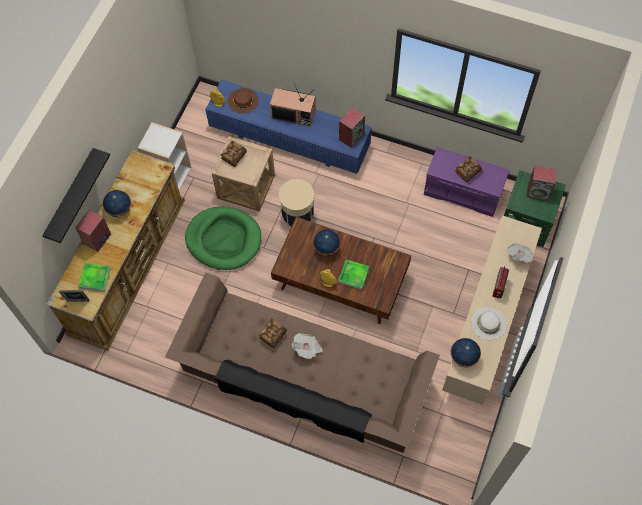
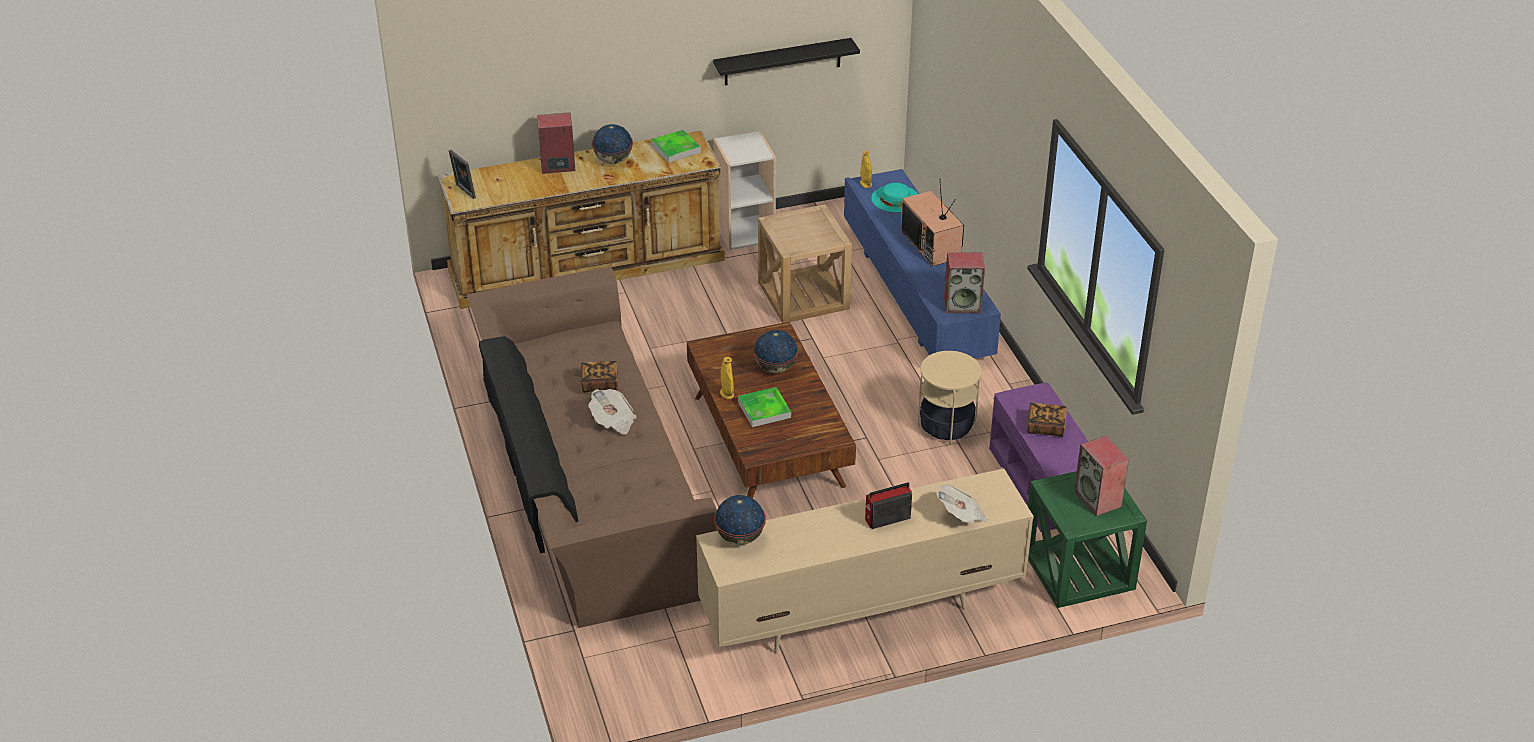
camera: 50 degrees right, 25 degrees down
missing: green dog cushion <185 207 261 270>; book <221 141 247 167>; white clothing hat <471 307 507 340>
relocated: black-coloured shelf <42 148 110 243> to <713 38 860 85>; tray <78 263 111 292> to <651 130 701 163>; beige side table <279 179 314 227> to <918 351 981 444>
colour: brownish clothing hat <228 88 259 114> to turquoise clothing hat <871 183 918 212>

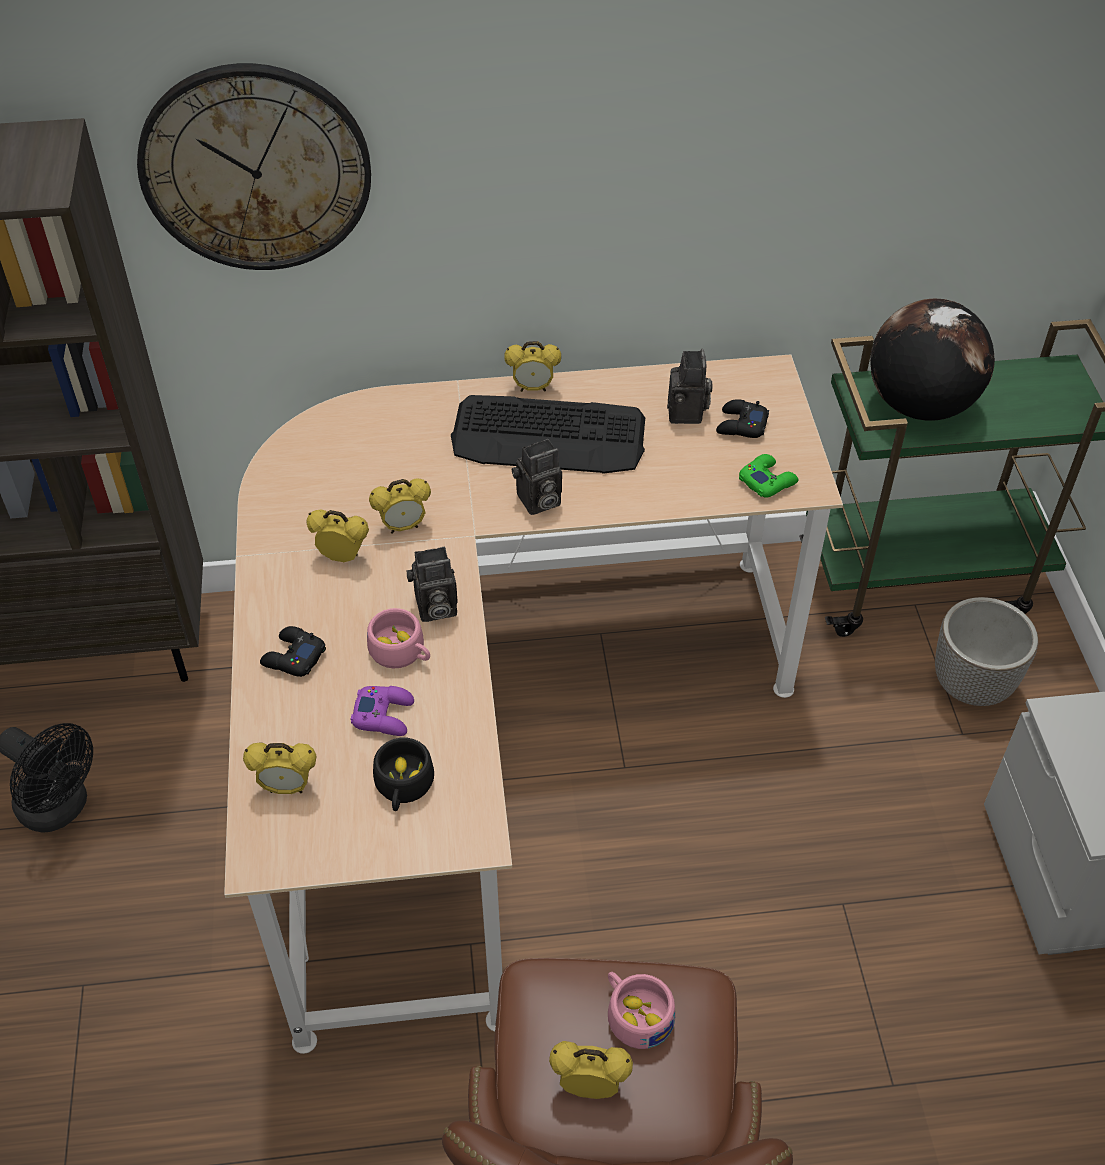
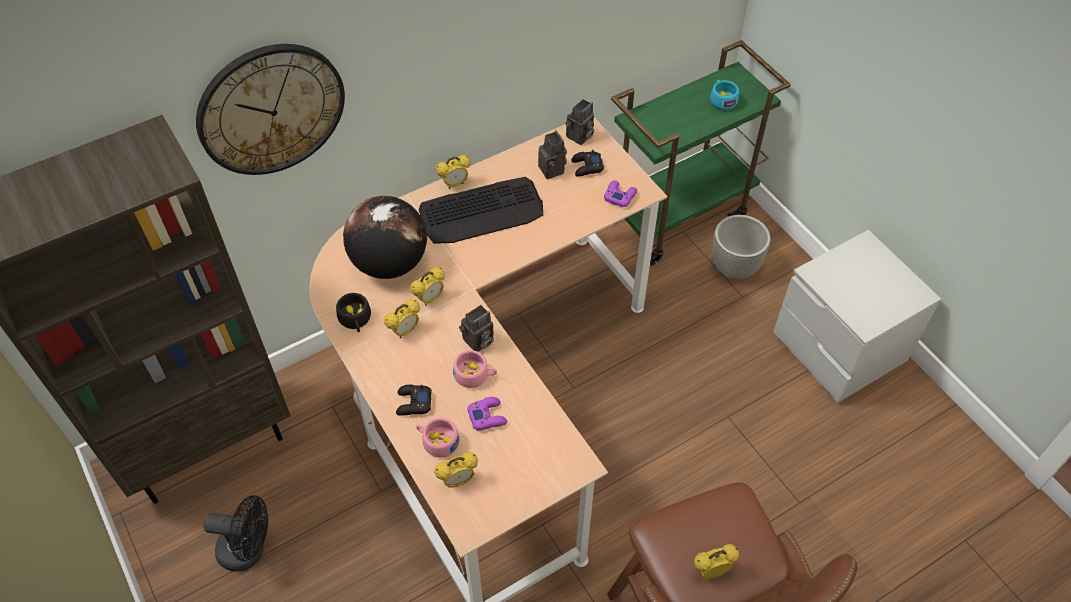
camera: 25 degrees left, 5 degrees up
appeared: turquoise drinking cup <710 80 739 110>
relocated: black-coloured drinking cup <373 738 434 811> to <336 293 371 332>; still camera <512 439 562 515> to <566 99 594 145>; pinkish drinking cup <608 972 676 1049> to <416 418 459 458>; world globe <870 299 995 421> to <343 196 427 279>
colour: green gamepad <739 454 798 498> to purple gamepad <604 180 637 207>
spun: alarm clock <306 510 369 562> = <384 299 420 338> 150 degrees clockwise

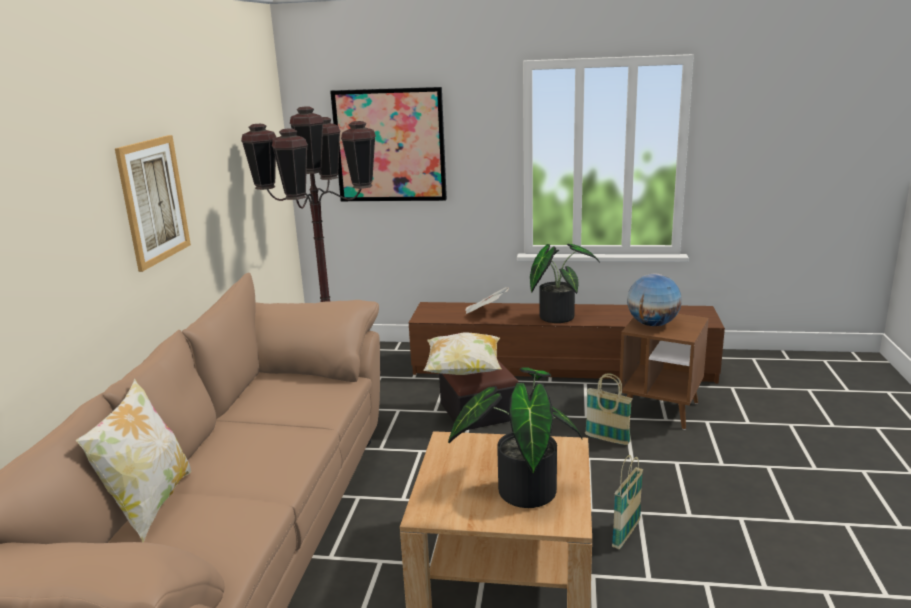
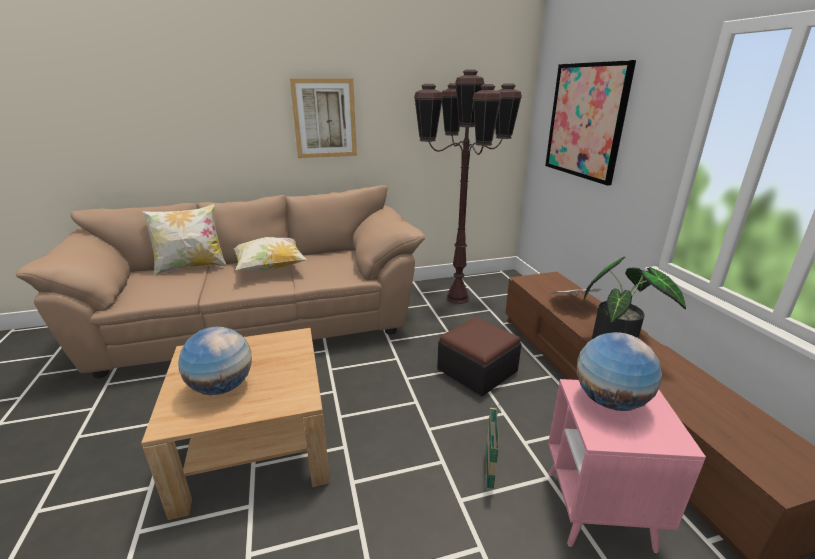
camera: 65 degrees right, 5 degrees up
missing: storage basket <612 455 643 549>
relocated: pillow <423 332 502 375> to <234 237 307 271>
exchanged: houseplant <448 367 582 508> to world globe <178 327 252 395>
colour: brownish side table <619 314 709 430> to pinkish side table <548 379 706 553>

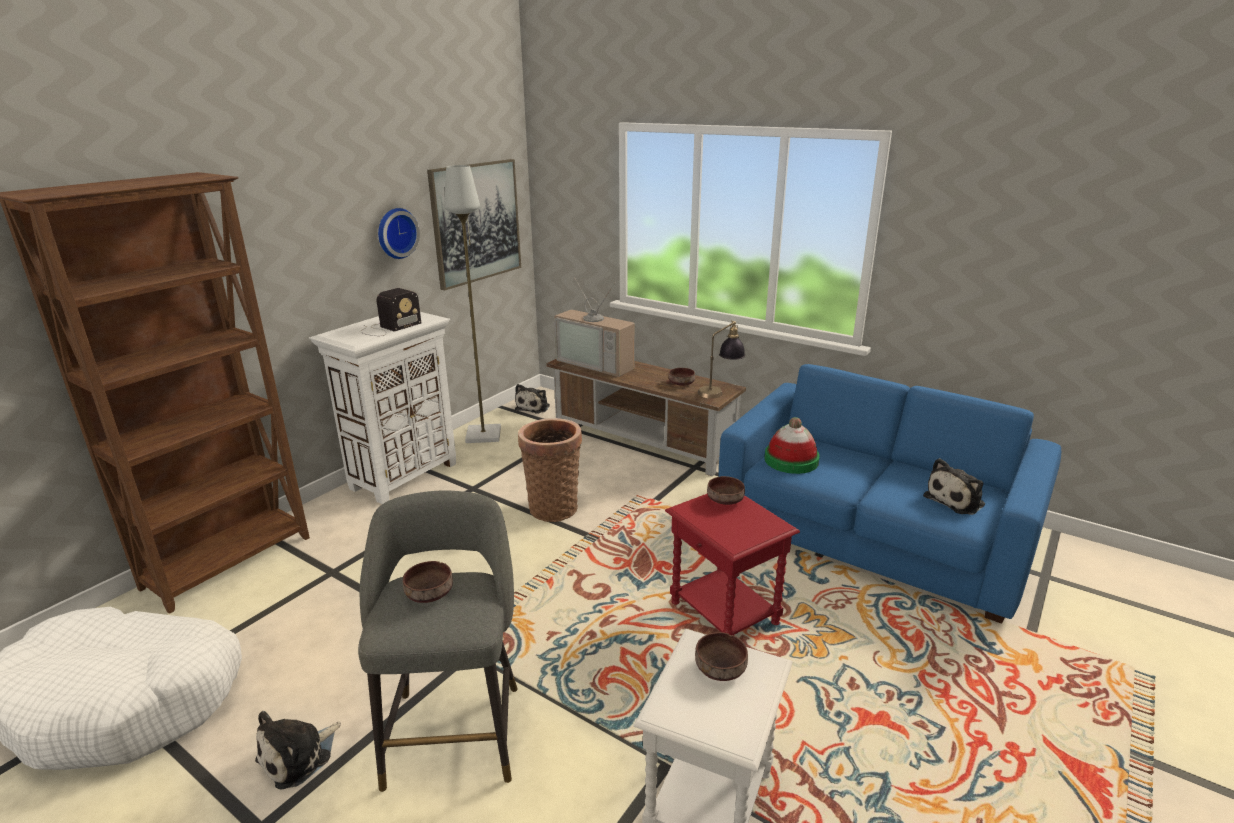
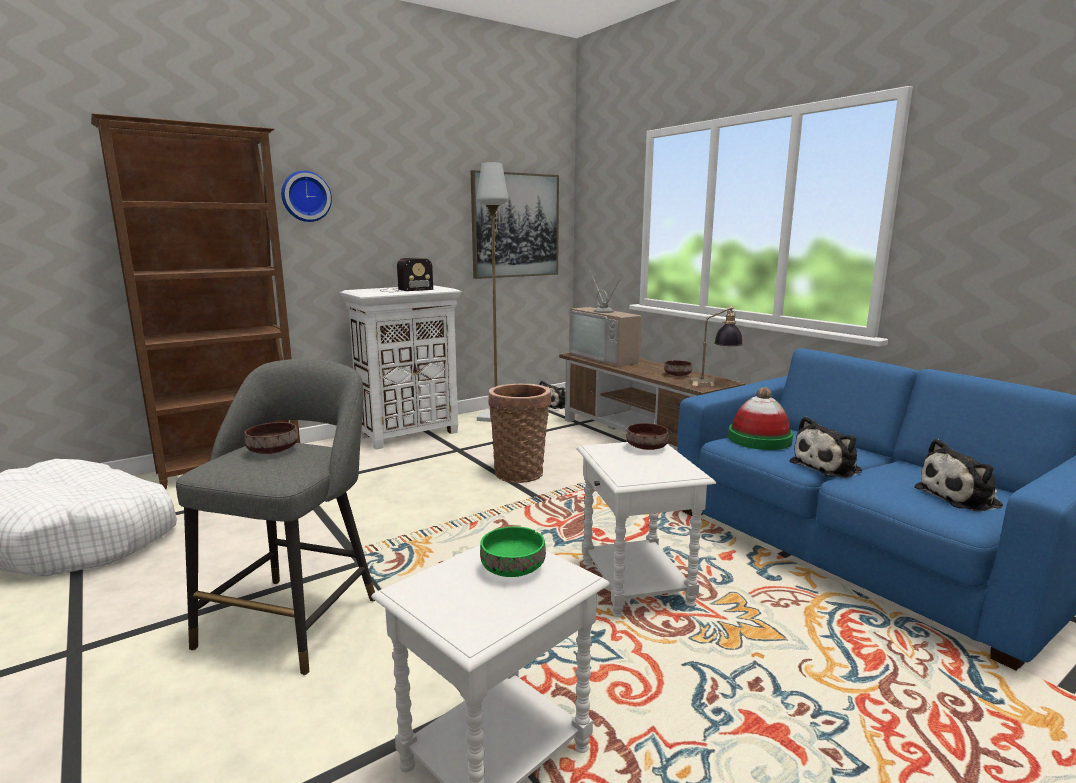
camera: 20 degrees right, 10 degrees down
relocated: plush toy <255 711 341 790> to <790 416 862 478>; hanging clock <378 208 420 259> to <281 171 332 222>
colour: red-coloured side table <665 494 800 636> to white side table <577 442 716 617>; brownish serving bowl <695 632 748 681> to green serving bowl <480 526 546 577>

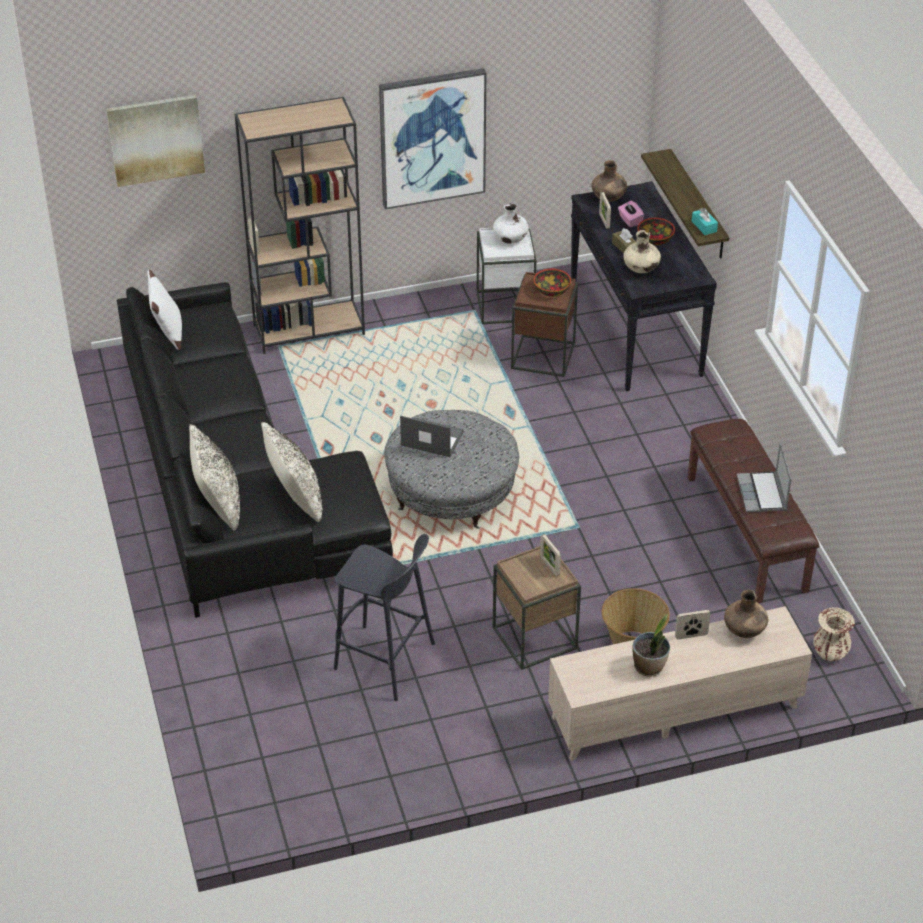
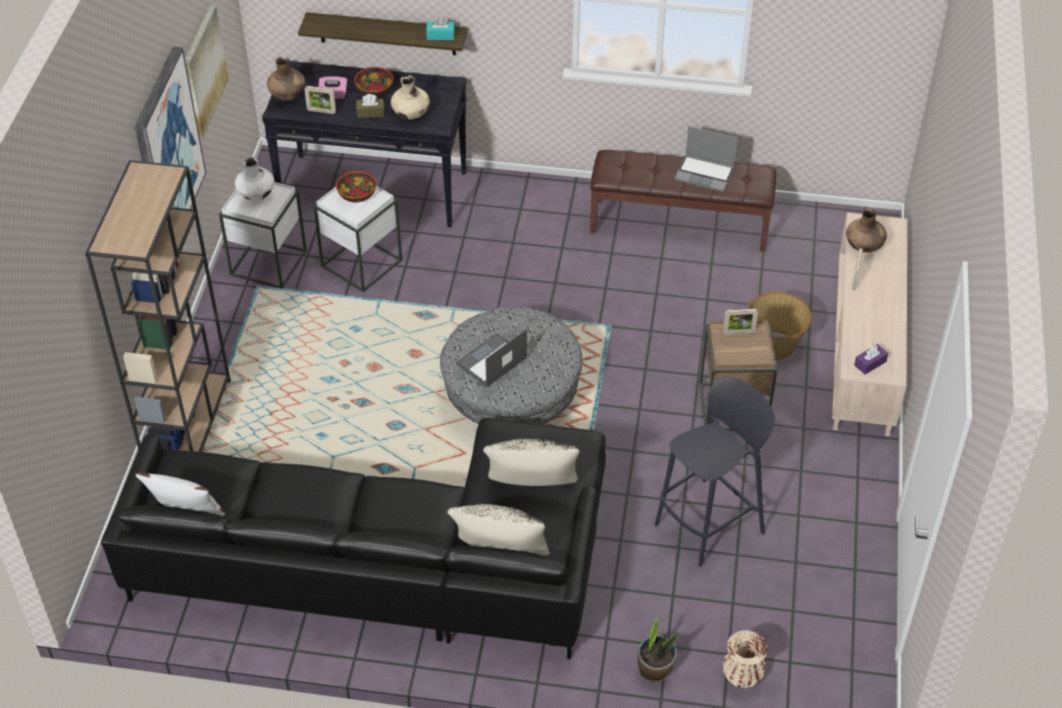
camera: 65 degrees left, 5 degrees up
appeared: purple tissue box <854 344 888 375>
relocated: wall picture <107 95 205 187> to <185 5 228 138>; houseplant <632 614 670 677> to <638 617 679 683>; beige flower vase <813 607 855 662> to <723 630 768 688>
colour: brownish side table <511 272 578 377> to white side table <313 186 402 292>

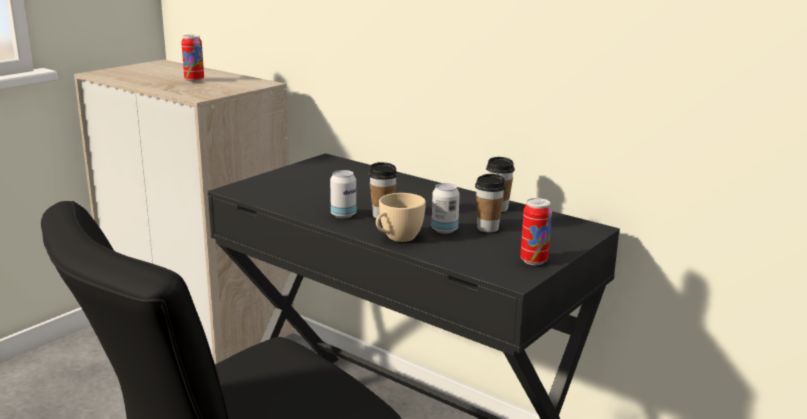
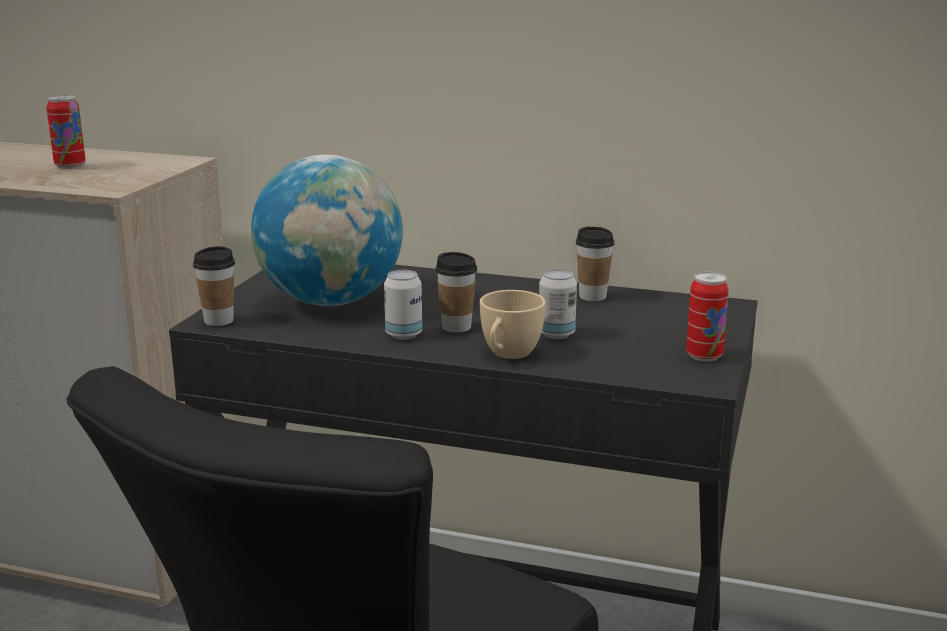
camera: 20 degrees left, 0 degrees up
appeared: world globe <251 155 403 306>
relocated: drinking cup <475 174 506 232> to <193 246 235 326>

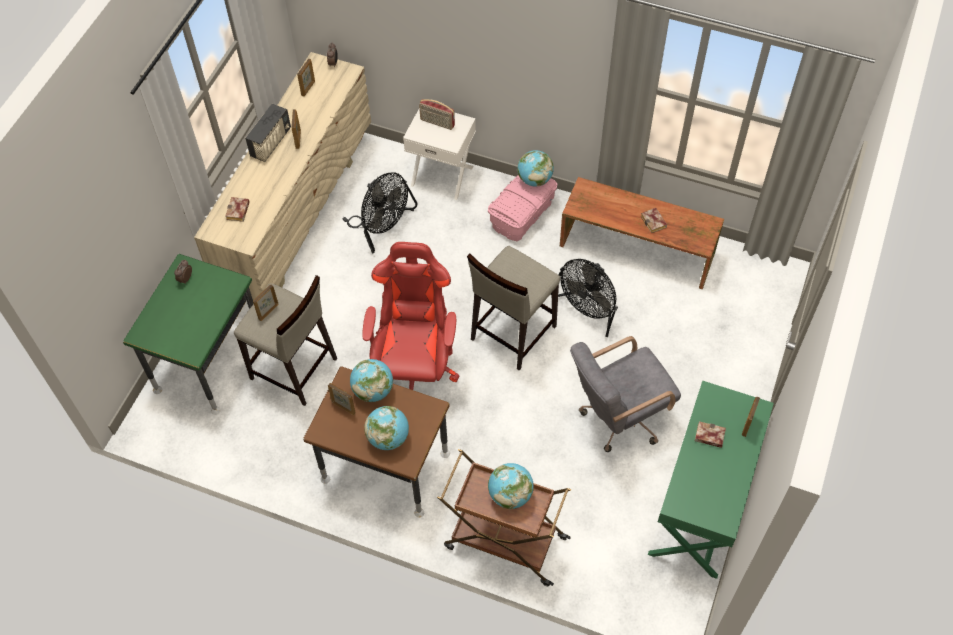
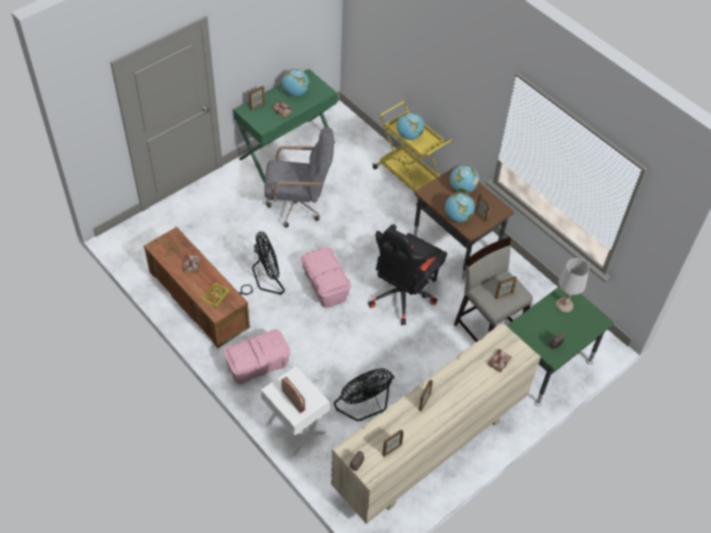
camera: 155 degrees left, 5 degrees down
missing: radio <245 104 291 162>
appeared: book <202 282 231 308>; white table lamp <556 258 589 312>
relocated: world globe <517 150 554 186> to <282 69 309 96>
exchanged: beige stool seat <467 246 560 370> to pinkish storage box <301 247 351 308>
colour: red-coloured desk chair <362 242 459 390> to black-coloured desk chair <368 224 447 325>; brownish wheeled cart <437 449 571 586> to yellowish wheeled cart <372 99 454 205>

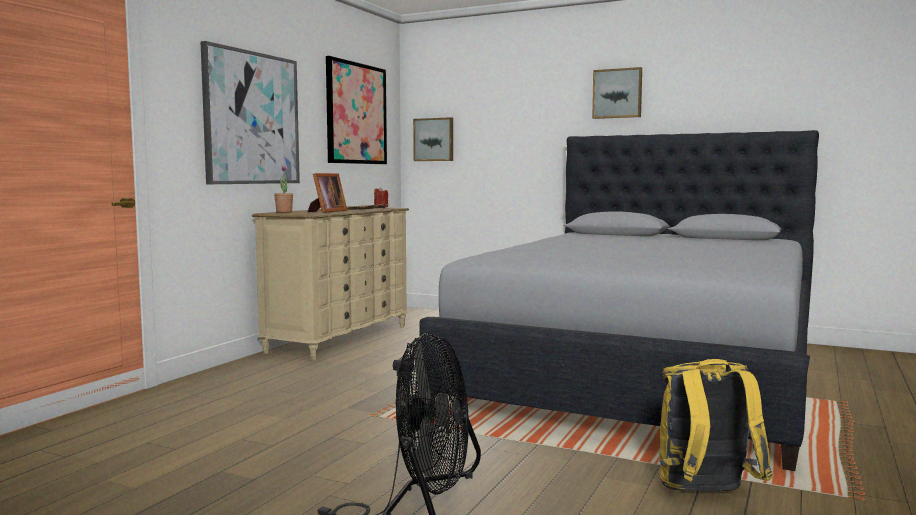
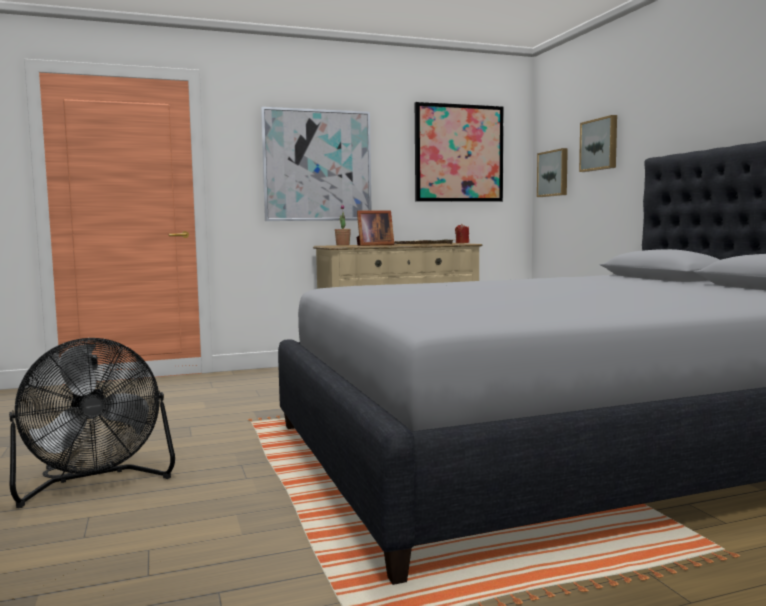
camera: 45 degrees right, 0 degrees up
missing: yellowish rucksack <660 359 773 492>
relocated: wall picture <592 67 642 119> to <579 115 617 172>

